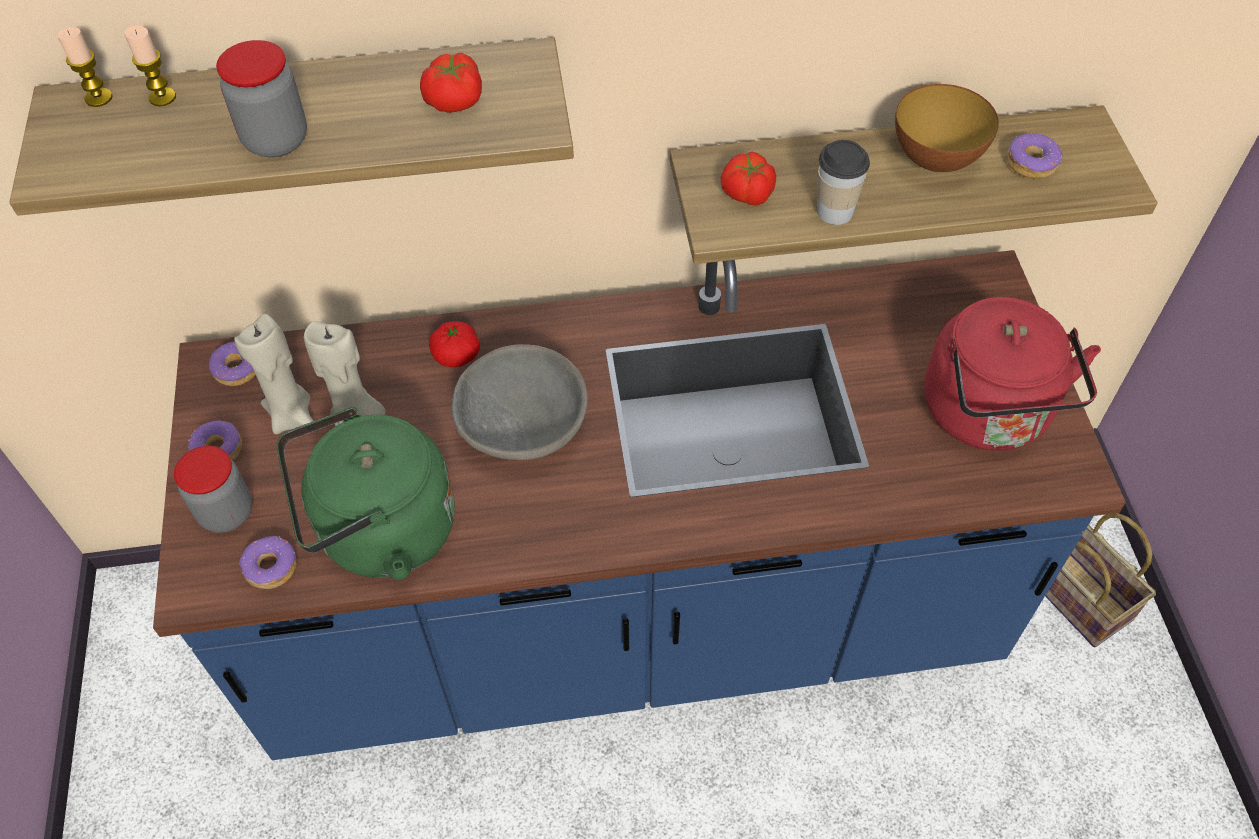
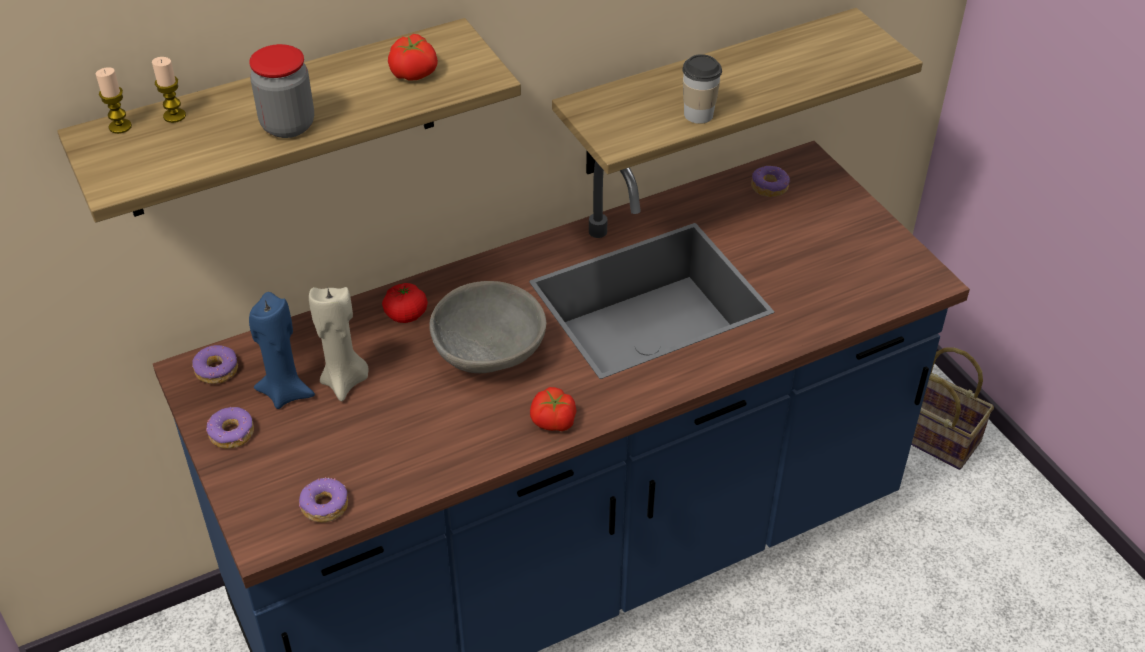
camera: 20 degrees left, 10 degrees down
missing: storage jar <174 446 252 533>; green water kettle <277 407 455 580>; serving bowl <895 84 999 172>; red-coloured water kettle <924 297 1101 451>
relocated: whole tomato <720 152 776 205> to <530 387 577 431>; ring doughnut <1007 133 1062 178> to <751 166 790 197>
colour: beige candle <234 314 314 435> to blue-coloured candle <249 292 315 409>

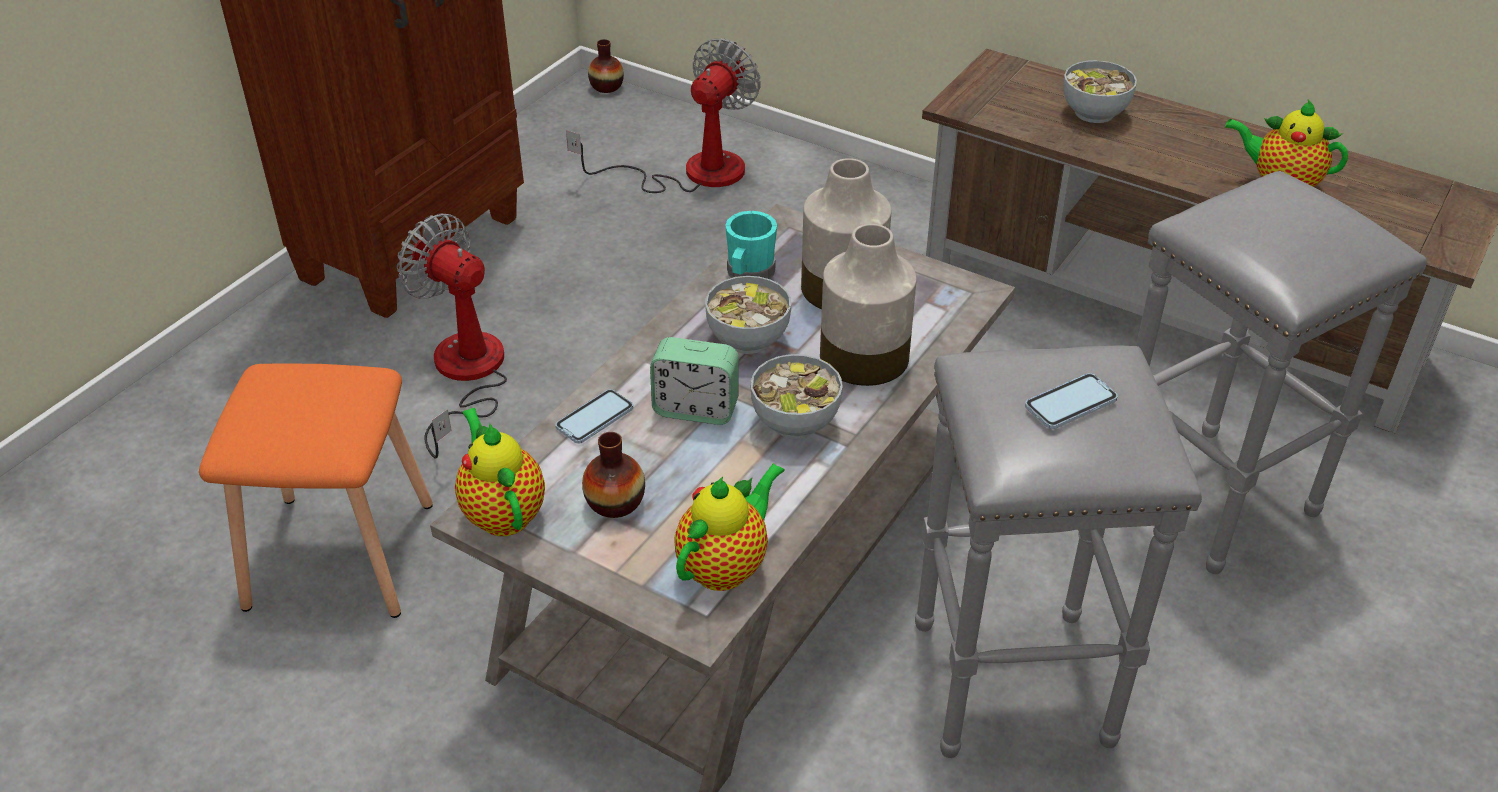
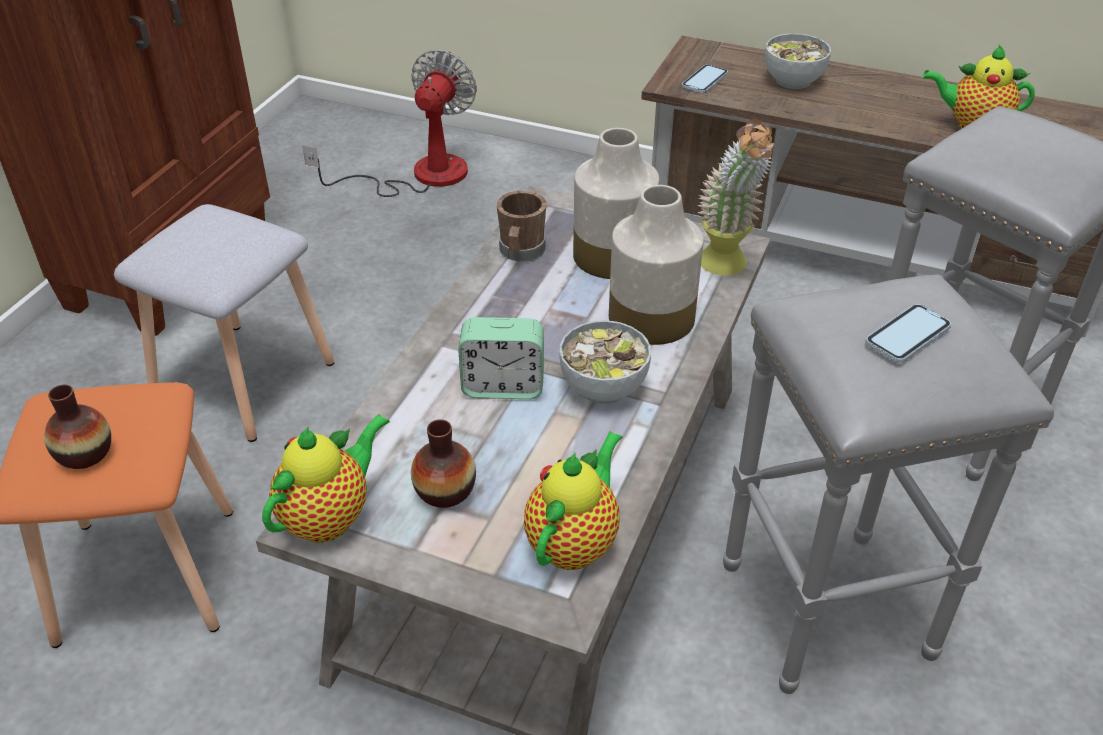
camera: 10 degrees left, 0 degrees up
missing: serving bowl <705 276 791 354>
appeared: houseplant <698 119 776 275>
relocated: phone <556 389 633 444> to <682 64 728 93>; flower vase <588 39 624 93> to <44 385 111 469>
exchanged: cooling fan <397 213 507 459> to grey stool seat <114 204 334 442>
colour: turquoise tea mug <725 211 777 279> to brownish tea mug <497 190 546 262>
spun: teapot <455 408 545 536> = <262 414 390 543> 75 degrees clockwise

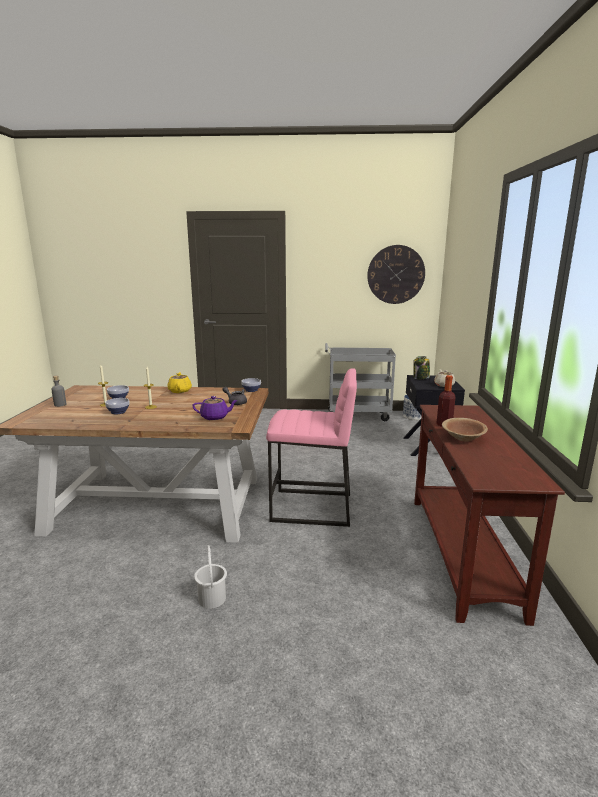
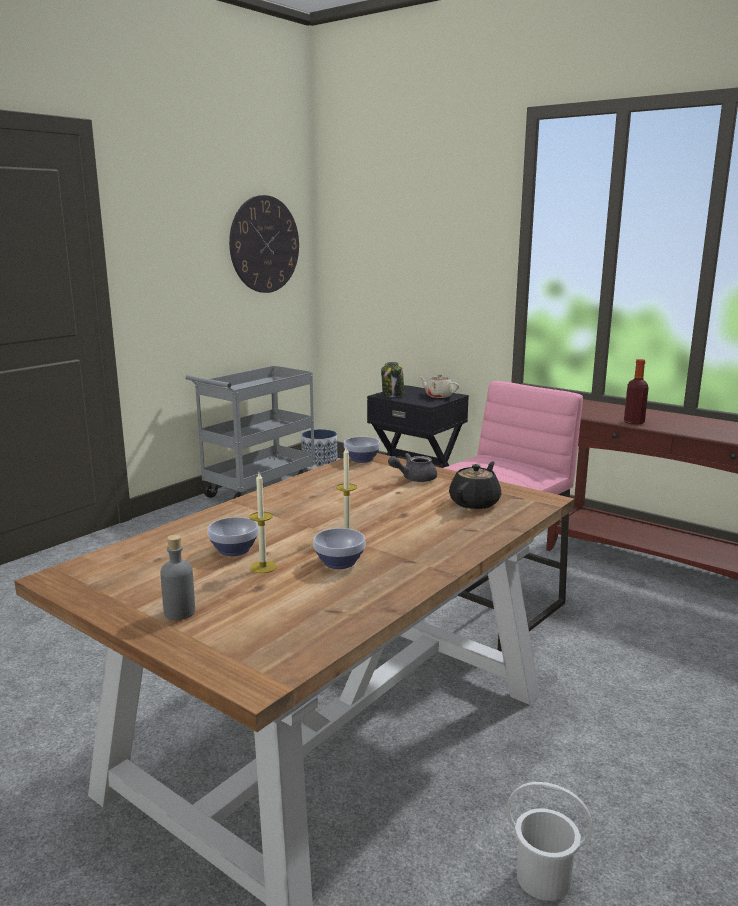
camera: 55 degrees left, 0 degrees up
missing: yellowish teapot <167 372 192 393>; brownish serving bowl <442 418 488 441>
relocated: white bucket <194 545 227 609> to <507 782 593 901>
colour: purple teapot <192 396 238 420> to black-coloured teapot <449 461 501 509>

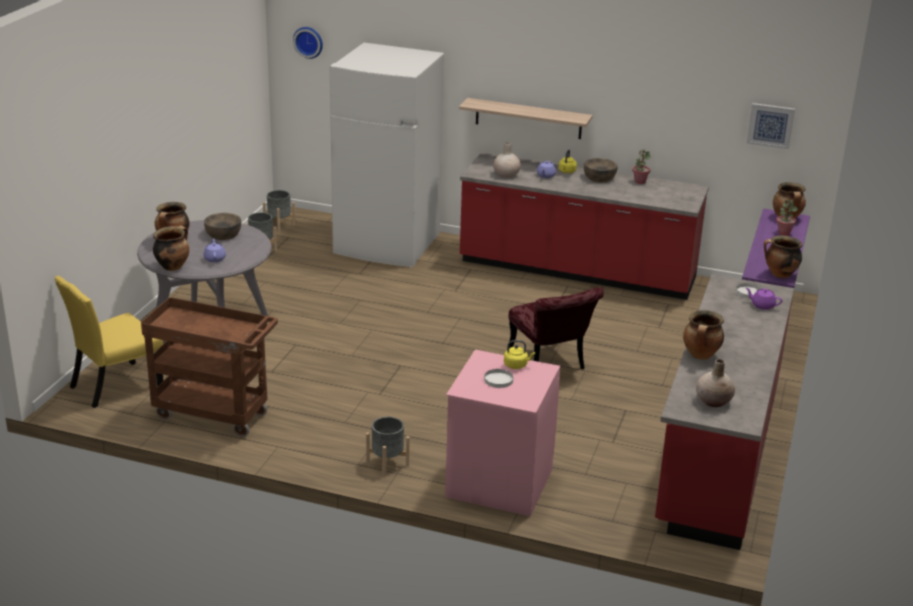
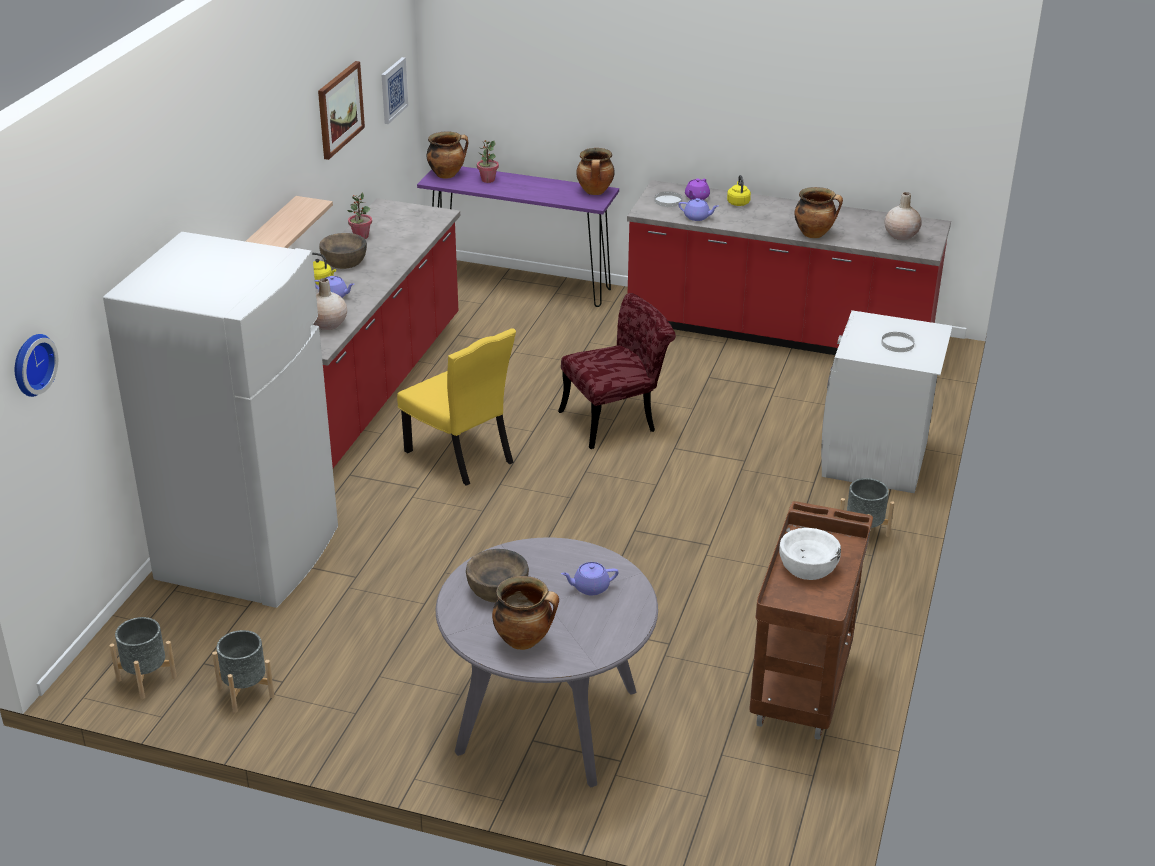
camera: 90 degrees left, 5 degrees up
missing: saucepot <153 225 189 271>
appeared: wall picture <318 61 365 160>; purple teapot <679 198 718 221>; white serving bowl <779 528 841 580>
relocated: yellowish upright chair <55 276 163 408> to <397 328 516 486>; yellowish water kettle <504 340 535 369> to <727 175 751 206>
colour: pinkish laundry machine <445 350 560 517> to white laundry machine <821 310 953 493>

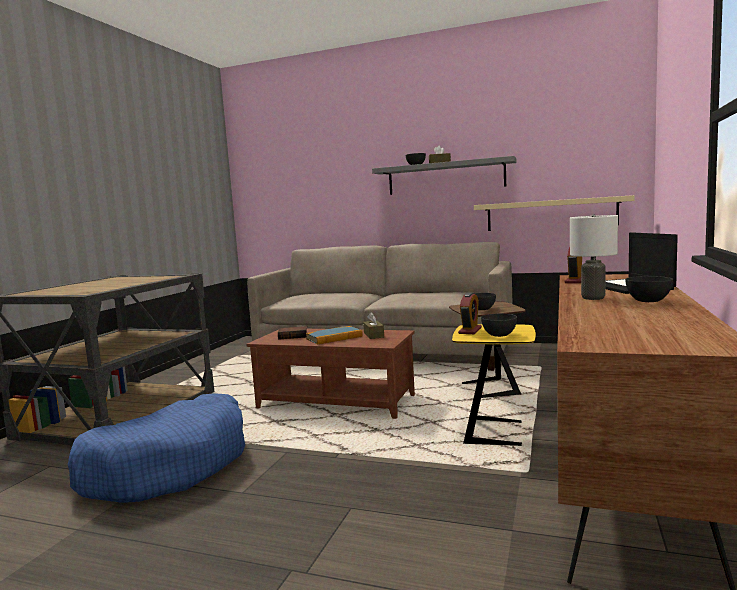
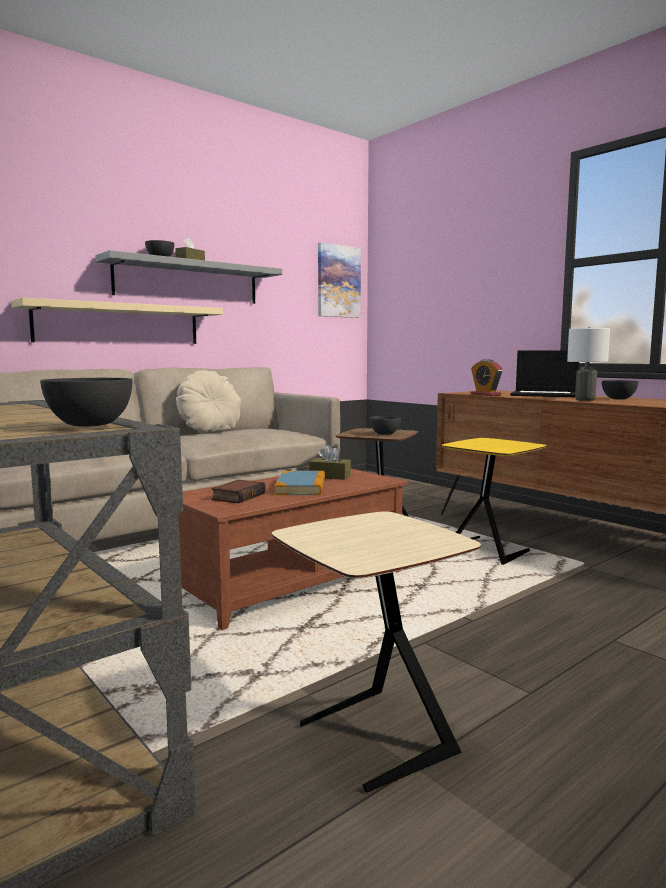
camera: 60 degrees left, 0 degrees up
missing: alarm clock <458 292 482 334>
appeared: beige pillow <176 370 241 434>; wall picture <318 242 361 318>
relocated: beige shelf <474 195 635 231> to <11 298 223 344>; grey serving bowl <481 314 517 337> to <40 378 132 427>
exchanged: blue-coloured dog cushion <68 393 245 503> to beige side table <272 511 481 792>

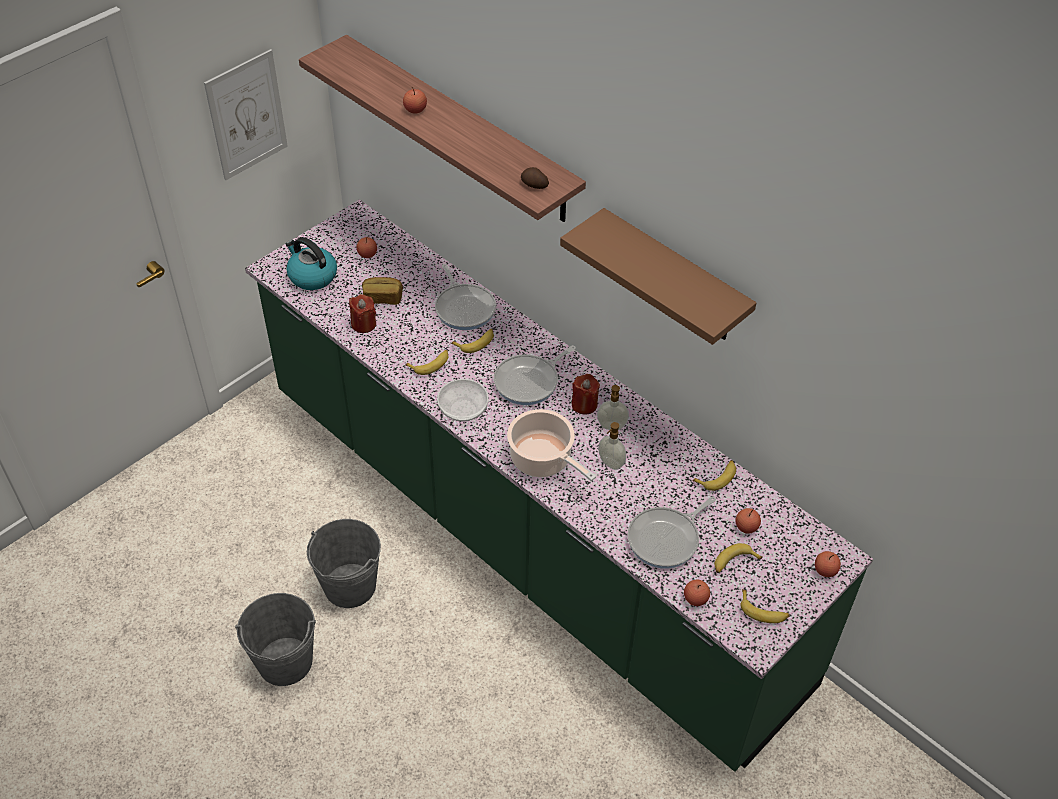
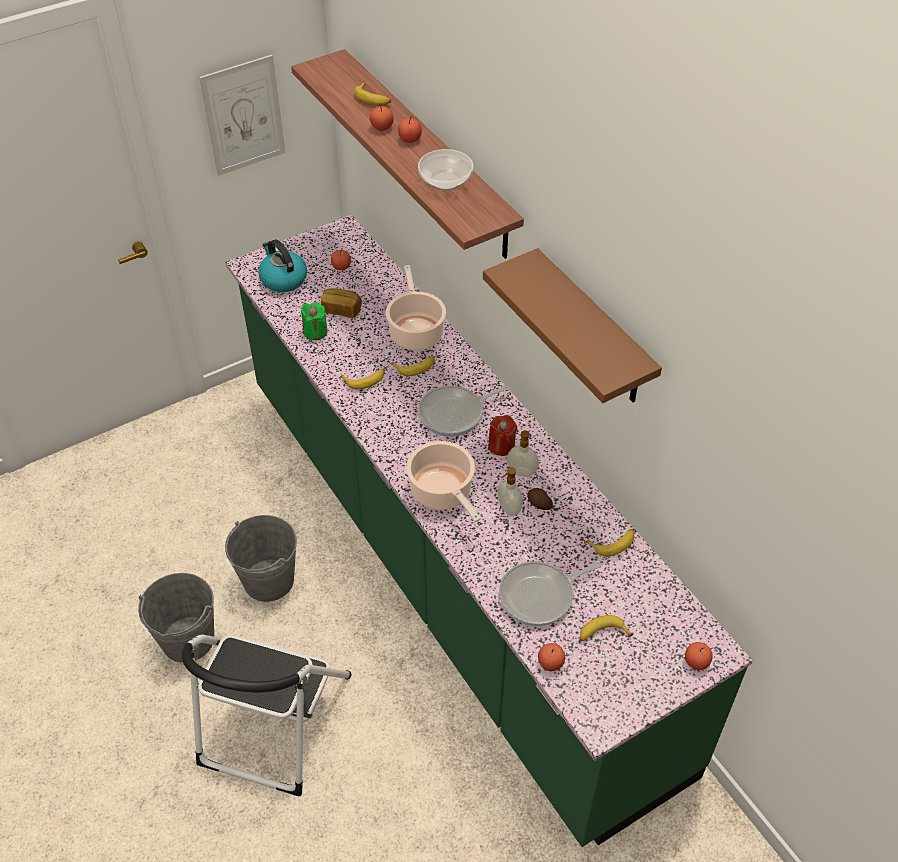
camera: 15 degrees right, 0 degrees up
appeared: step ladder <182 635 351 796>
relocated: serving bowl <437 379 489 422> to <418 149 473 191>; whole potato <521 167 549 189> to <527 488 553 510>; apple <736 508 761 534> to <398 116 422 143>; banana <740 589 790 623> to <354 82 391 106>
exchanged: skillet <435 264 496 330> to saucepot <386 265 446 351>
colour: red-coloured candle <349 294 376 333> to green candle <301 302 328 340>

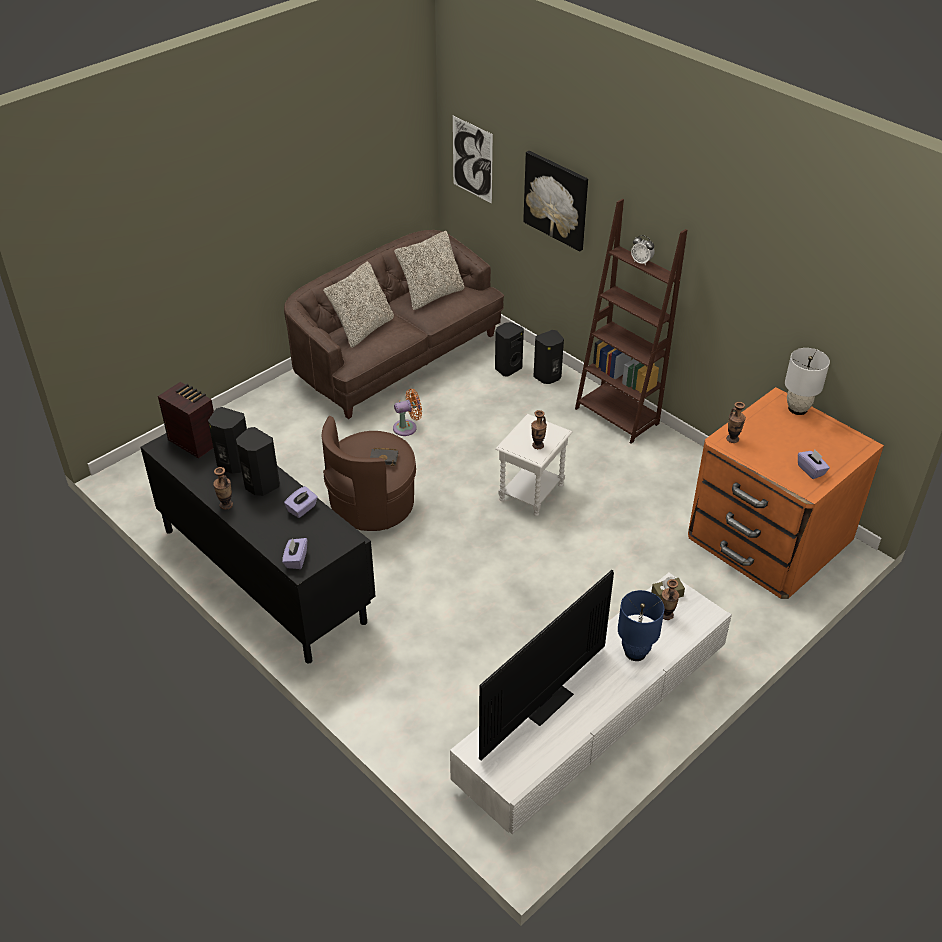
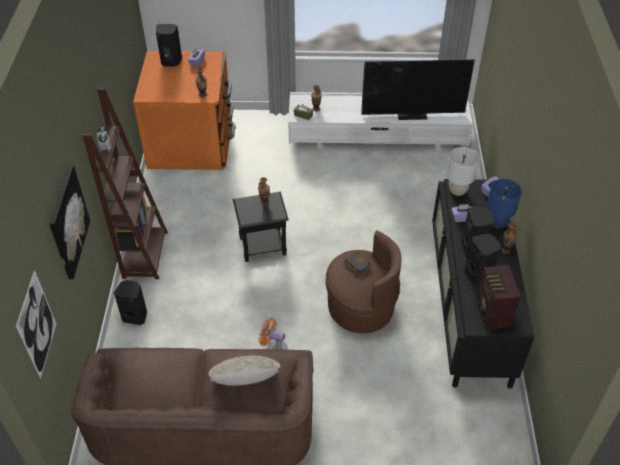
camera: 135 degrees left, 5 degrees up
missing: beige pillow <394 231 464 310>
relocated: black-coloured audio speaker <495 322 524 377> to <156 24 182 67>; blue-coloured table lamp <618 590 664 661> to <486 179 522 230>; white table lamp <785 348 830 415> to <446 147 479 198>
colour: white side table <495 414 573 516> to black-coloured side table <233 192 289 262>

